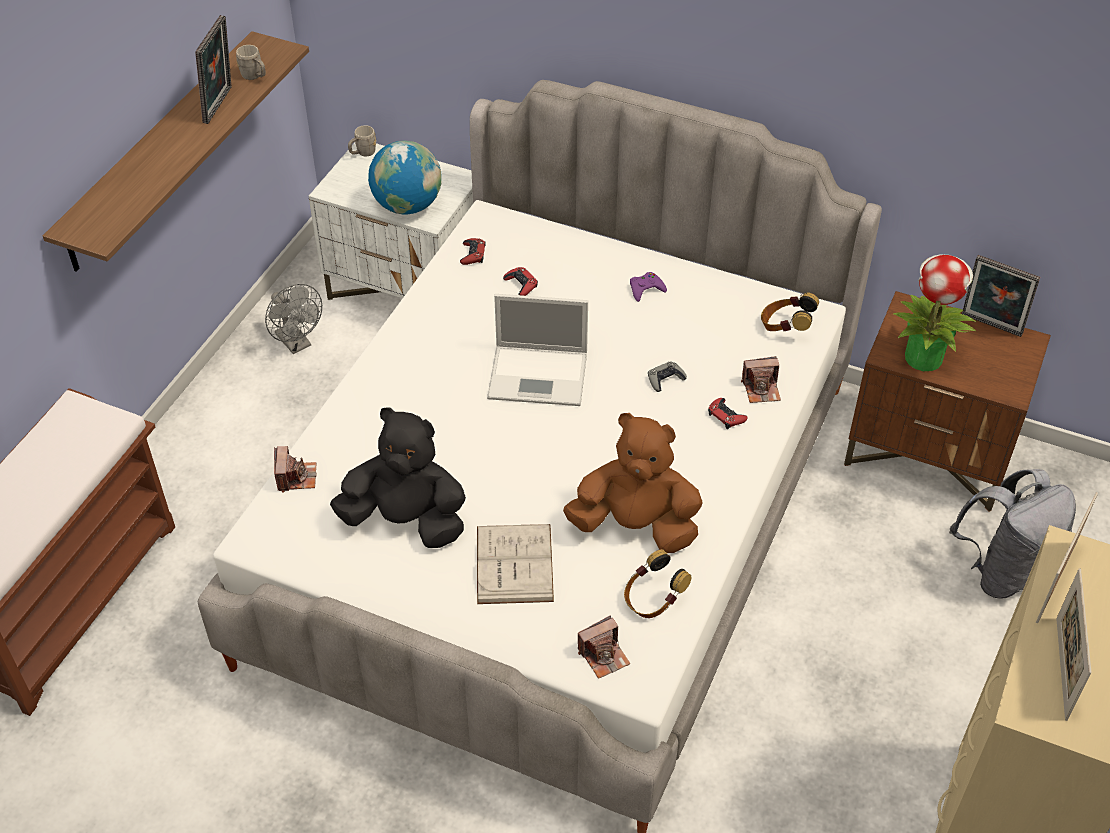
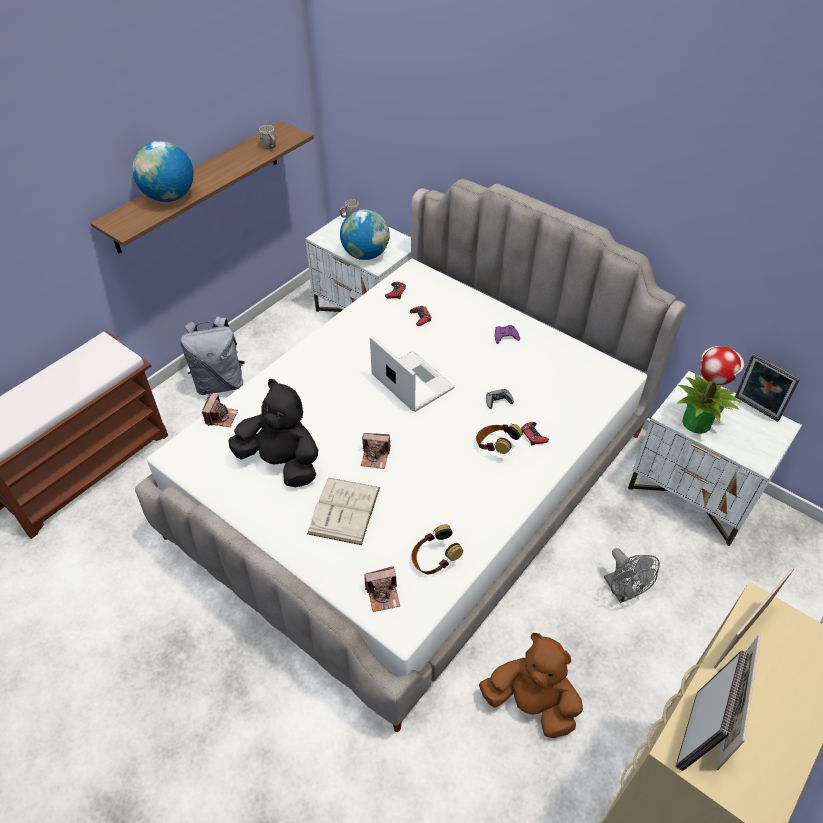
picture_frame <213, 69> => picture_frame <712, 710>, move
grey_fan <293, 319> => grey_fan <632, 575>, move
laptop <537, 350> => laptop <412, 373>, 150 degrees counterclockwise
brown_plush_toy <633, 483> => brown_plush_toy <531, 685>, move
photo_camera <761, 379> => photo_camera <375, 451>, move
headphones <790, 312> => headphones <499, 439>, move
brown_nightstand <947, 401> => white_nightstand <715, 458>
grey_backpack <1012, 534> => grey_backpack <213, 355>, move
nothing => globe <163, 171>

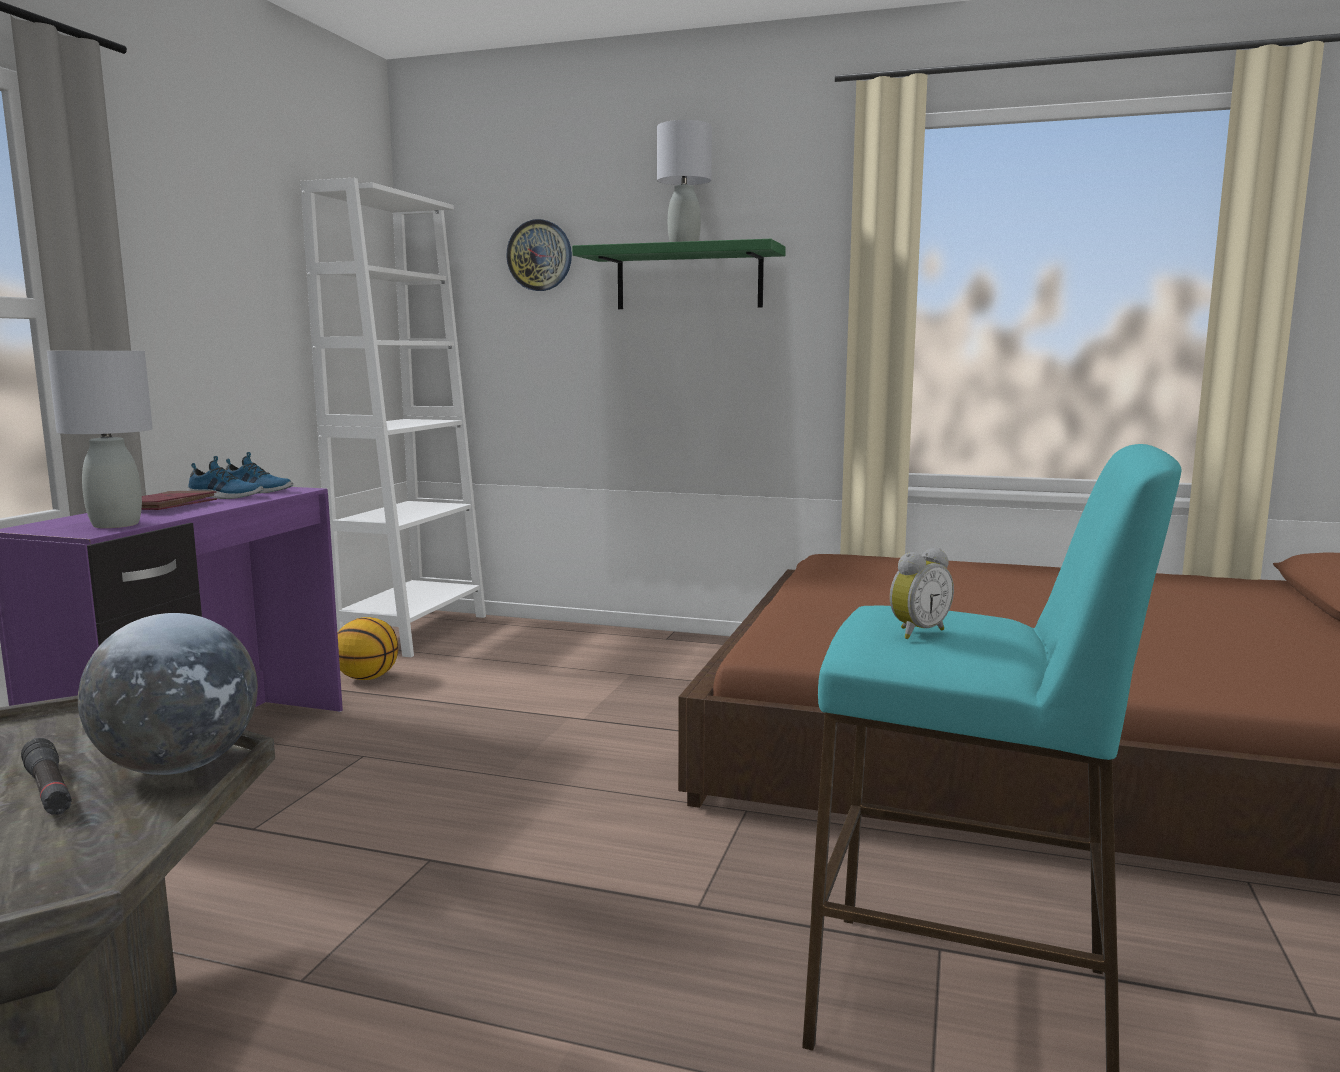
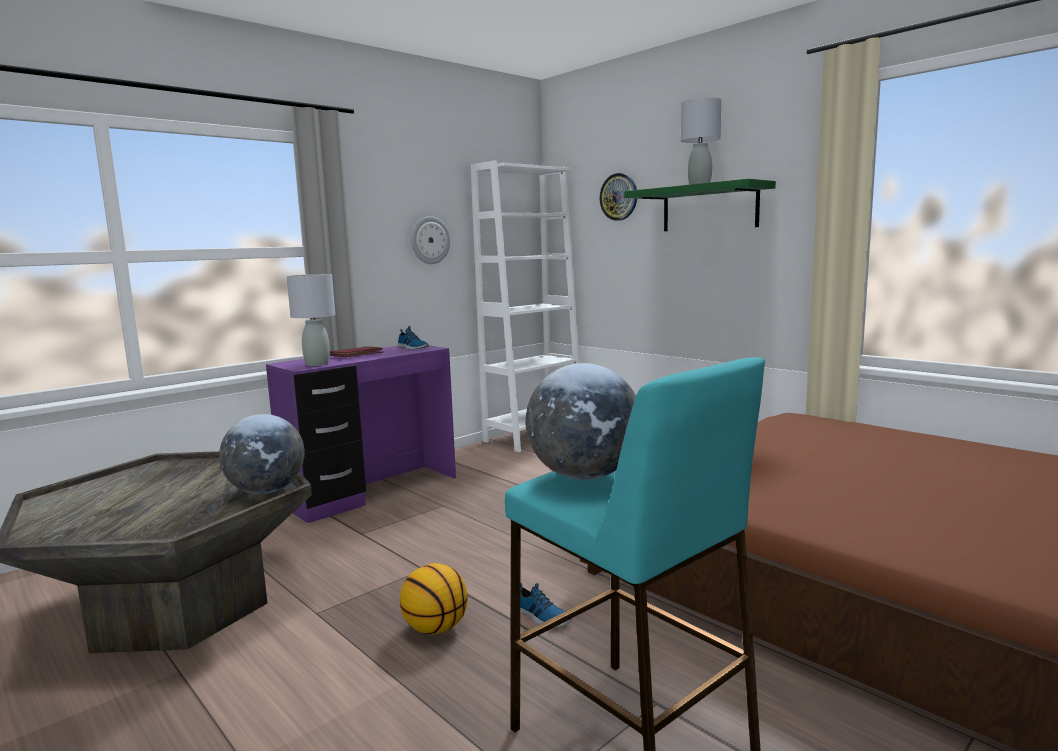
black_flashlight <46, 776> => nothing
shoe <225, 477> => shoe <546, 604>, move
basketball <368, 648> => basketball <434, 599>, move
alarm_clock <922, 593> => globe <580, 421>
nothing => wall_clock <430, 240>

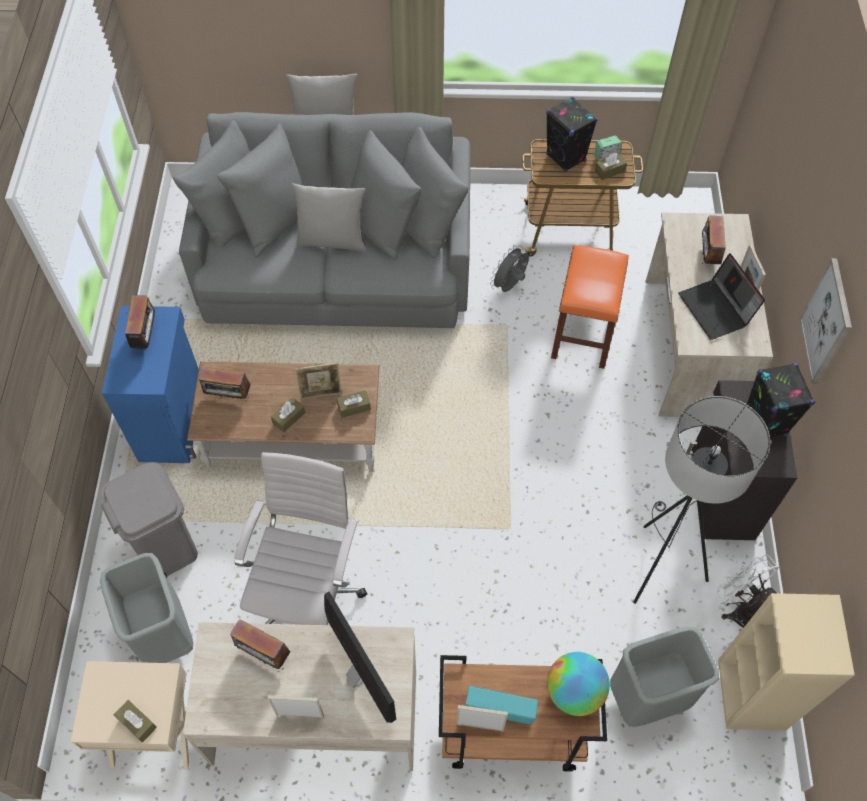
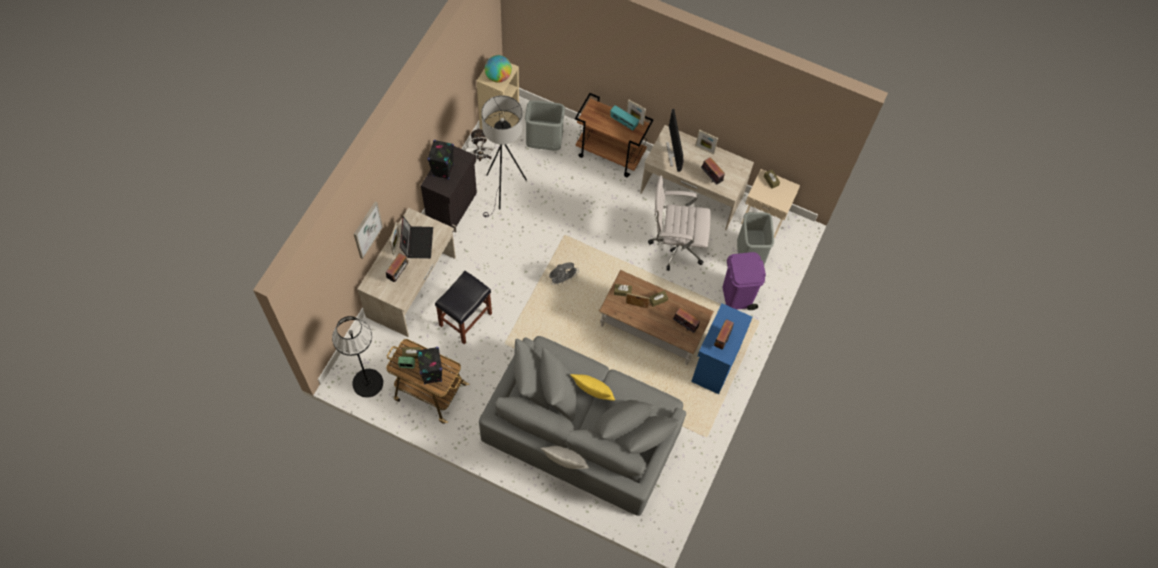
grey_trash_can <149, 520> => purple_trash_can <744, 281>
white_office_chair <300, 538> => white_office_chair <679, 223>, 60 degrees clockwise
grey_pillow <328, 217> => yellow_pillow <592, 387>
grey_fan <509, 268> => grey_fan <564, 273>, move
globe <578, 684> => globe <498, 69>, move
orange_stool <590, 307> => black_stool <463, 307>
picture <826, 321> => picture <368, 230>, move
nothing => black_floor_lamp <357, 357>

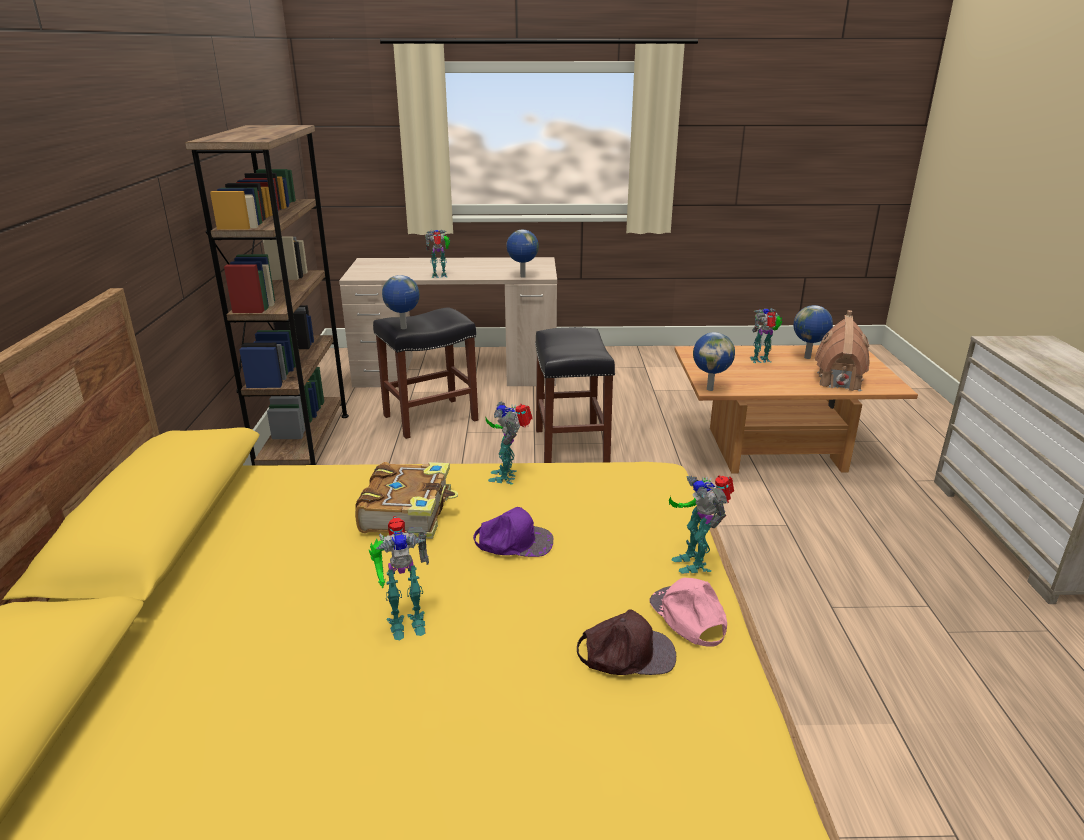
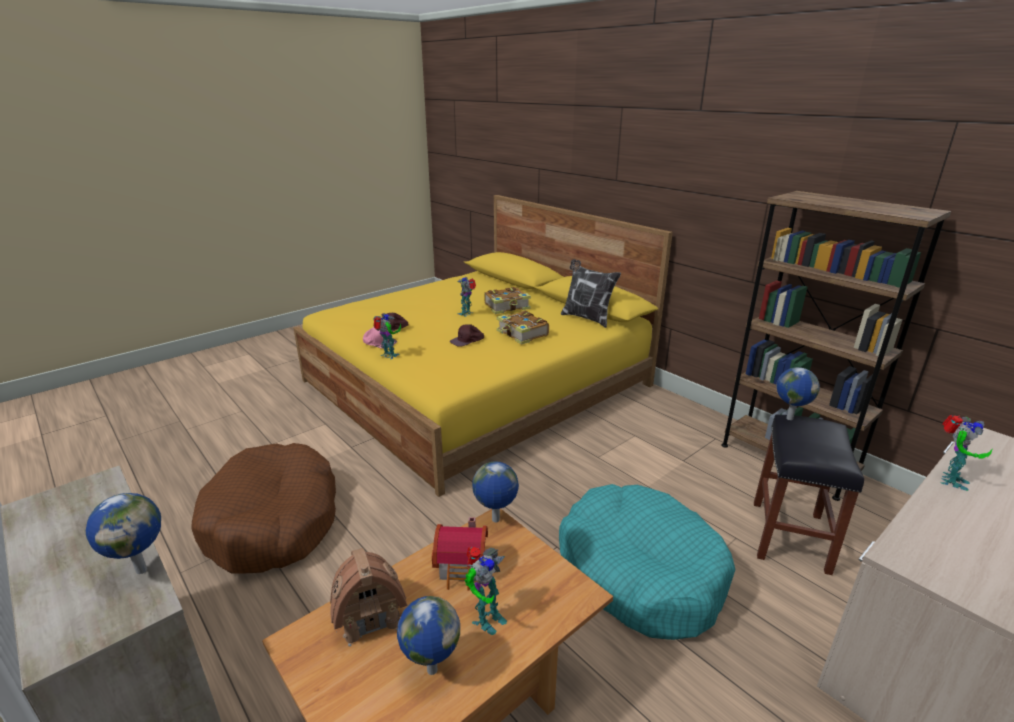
purple_cap <513, 532> => brown_cap <467, 335>
toy_robot <509, 443> => nothing
globe <522, 254> => globe <123, 533>, move
black_stool <575, 395> => turquoise_dog_bed <647, 562>
nothing => brown_dog_bed <263, 508>
nothing => toy_house <460, 554>
nothing => book <507, 300>
nothing => pillow <591, 293>

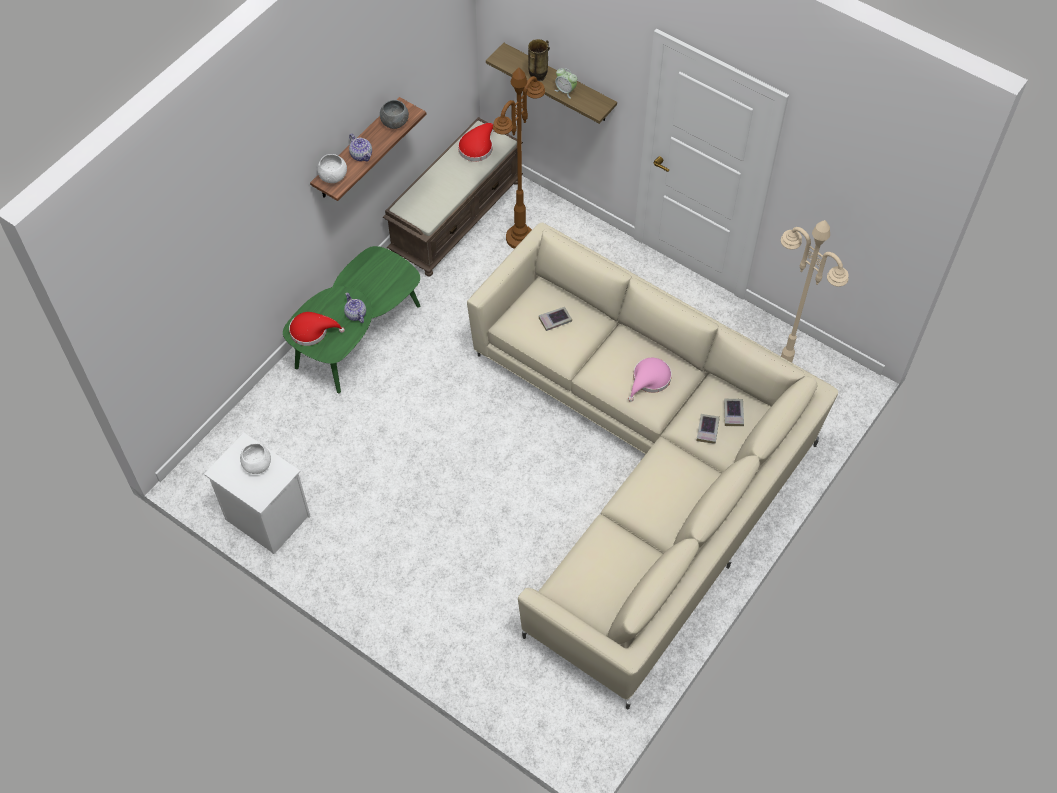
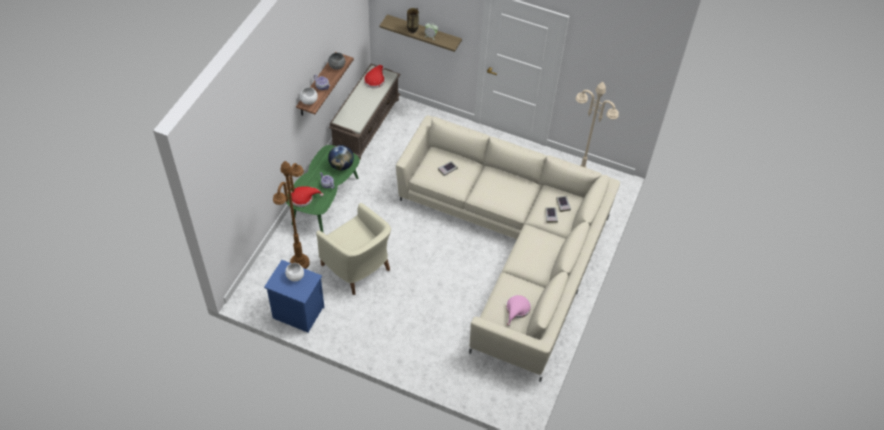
white_nightstand <257, 493> => blue_nightstand <294, 296>
brown_floor_lamp <519, 158> => brown_floor_lamp <291, 215>, move
pink_hat <650, 380> => pink_hat <518, 310>, move
nothing => beige_armchair <353, 249>
nothing => globe <341, 158>

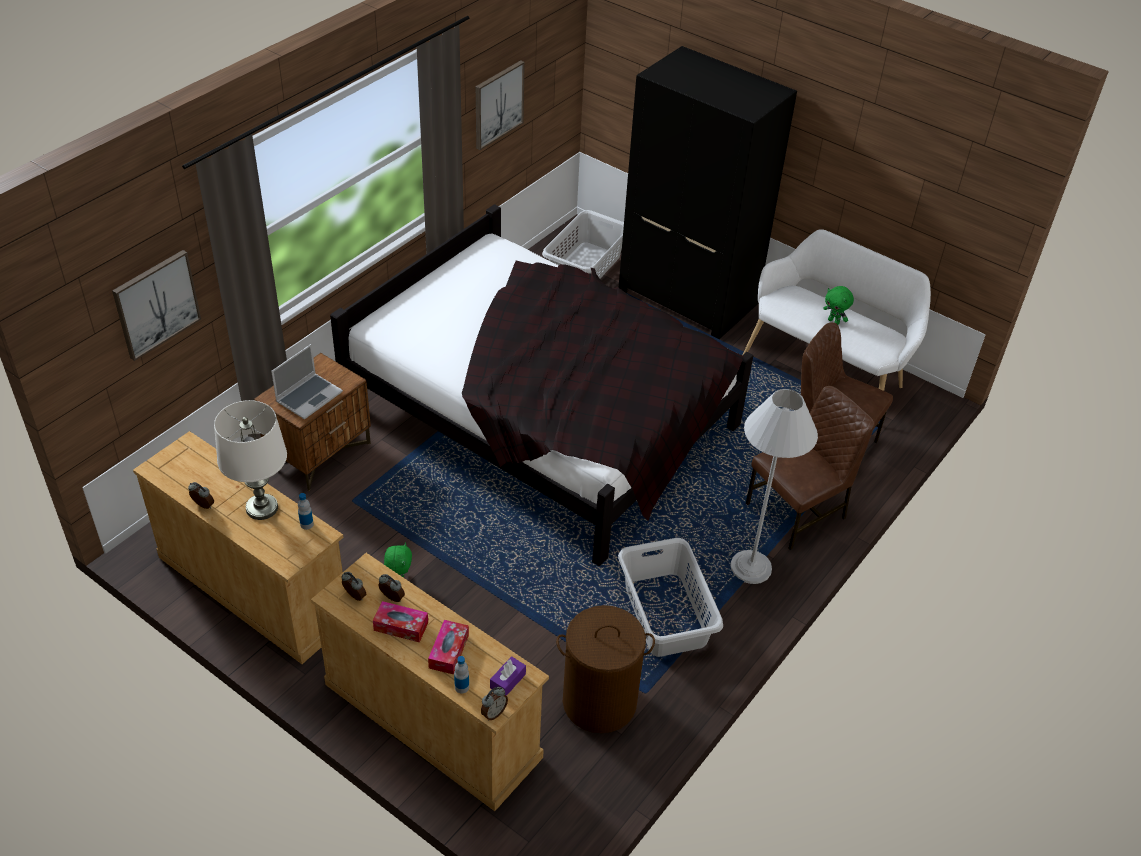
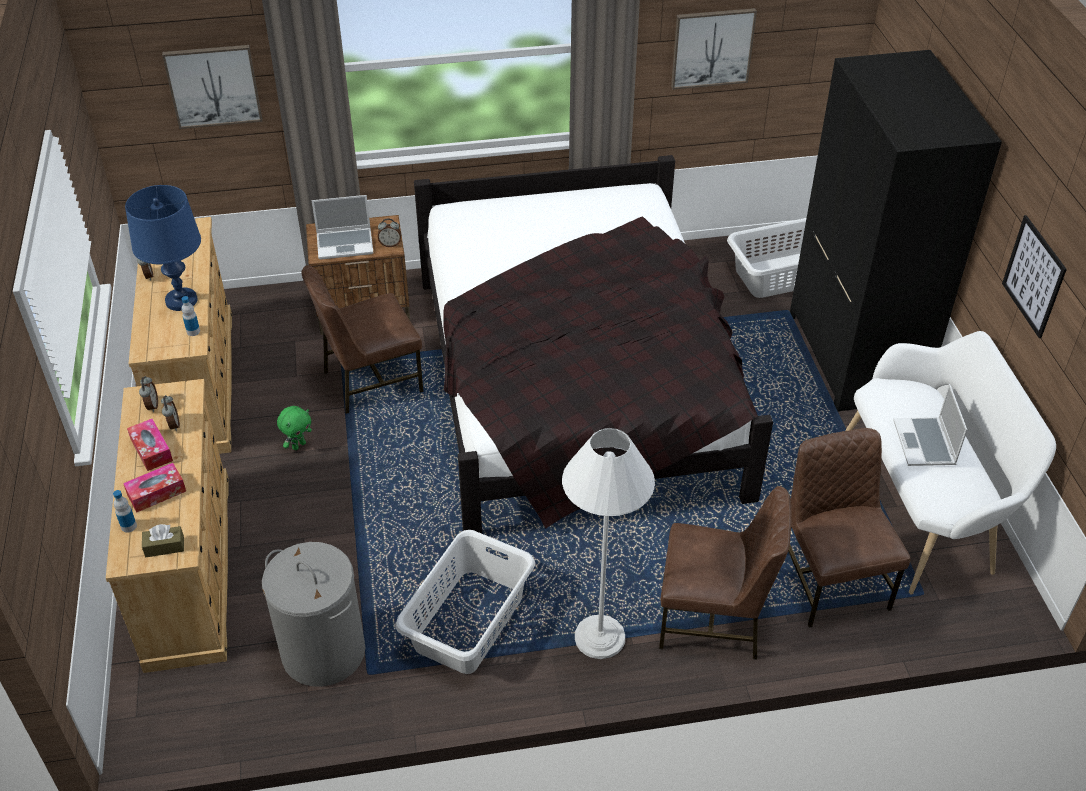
white_table_lamp <250, 460> => blue_table_lamp <163, 248>
alarm_clock <494, 704> => alarm_clock <389, 232>, move
purple_tissue_box <508, 676> => brown_tissue_box <163, 540>
brown_laundry_basket <605, 669> => grey_laundry_basket <313, 614>
green_plush_toy <838, 305> => laptop <930, 425>
nothing => brown_chair <362, 339>
nothing => picture <1034, 276>

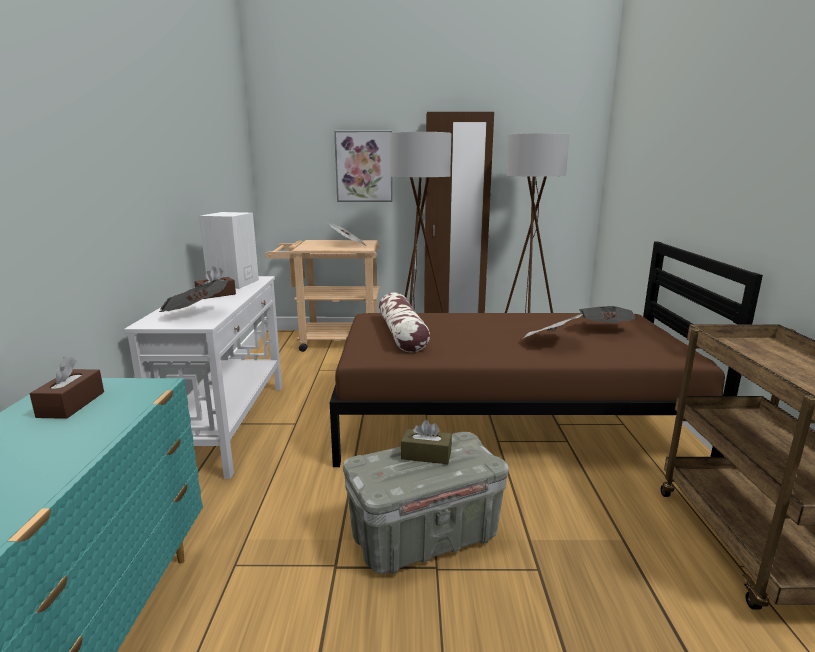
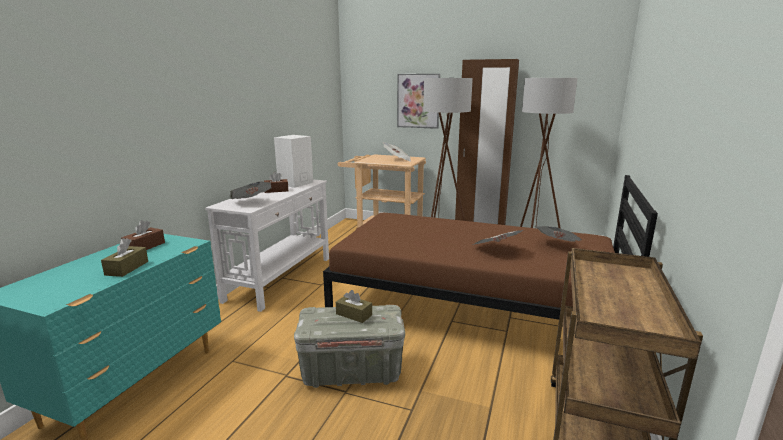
pillow <404, 322> => nothing
nothing => brown_tissue_box <124, 257>

